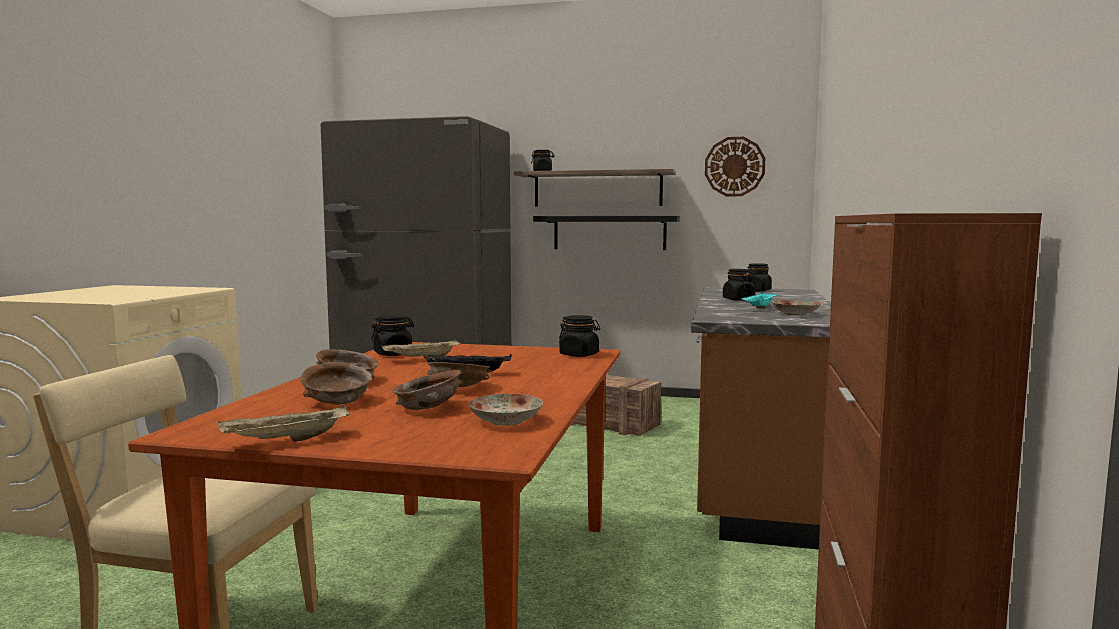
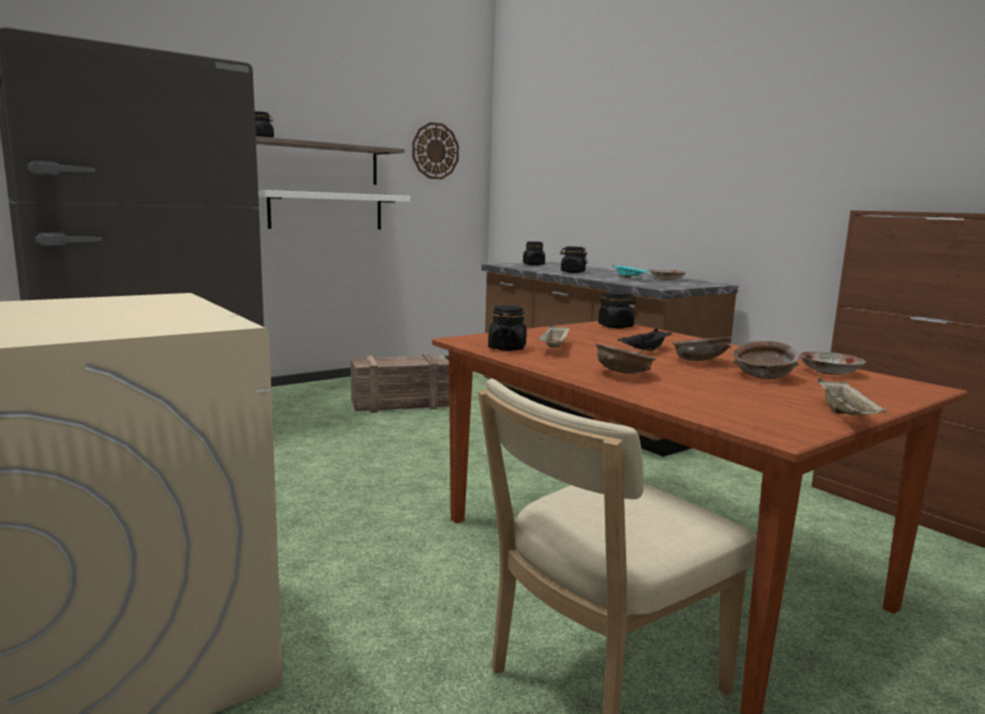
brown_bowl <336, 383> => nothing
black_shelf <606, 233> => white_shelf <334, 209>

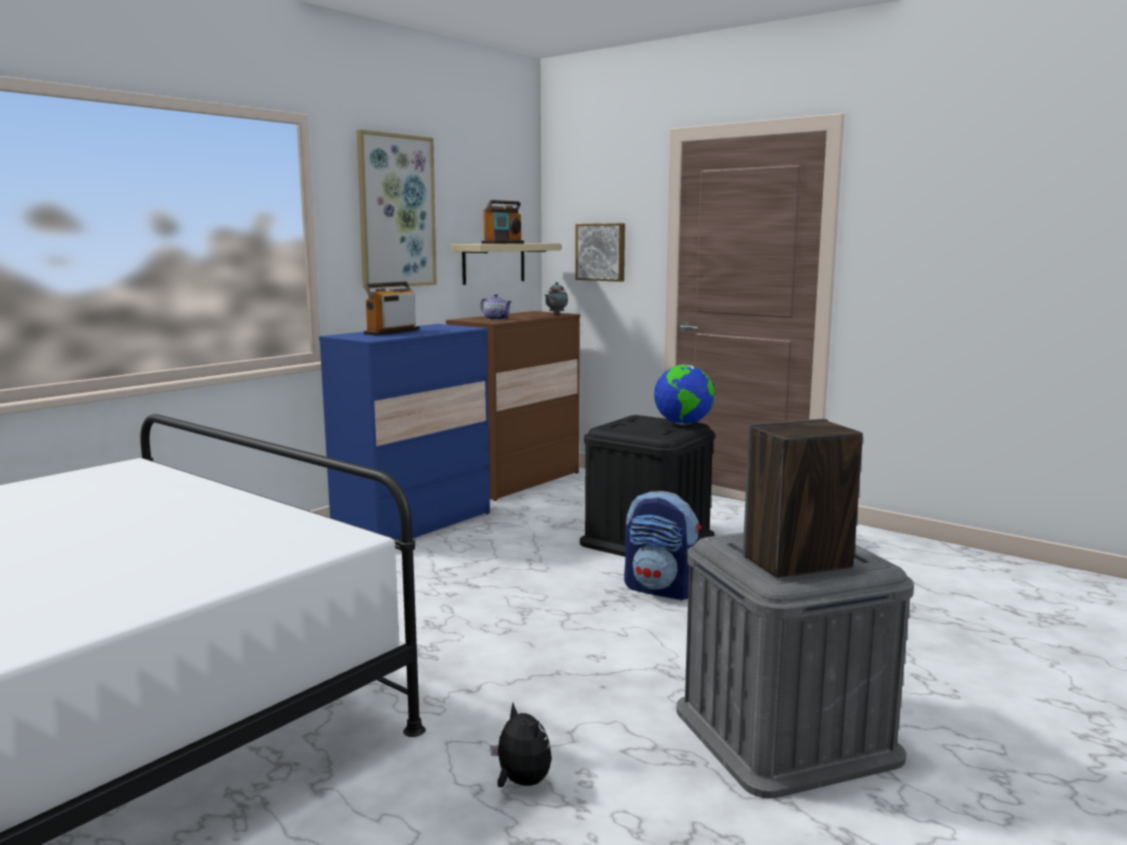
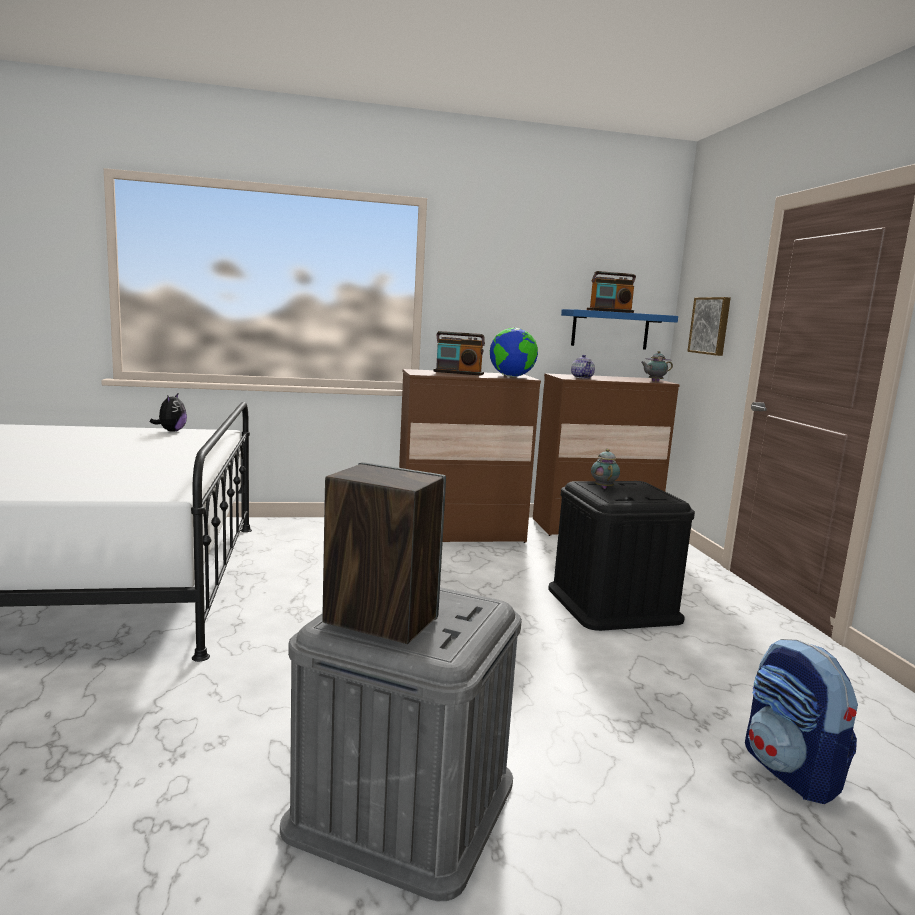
blue_dresser <404, 432> => brown_dresser <470, 456>
picture <397, 209> => nothing
radio <391, 308> => radio <459, 353>, 150 degrees counterclockwise
beige_shelf <506, 264> => blue_shelf <619, 329>
plush_toy <521, 745> => plush_toy <168, 412>, move
backpack <662, 546> => backpack <801, 721>, move
globe <684, 395> => globe <514, 352>, move
nothing => teapot <605, 469>

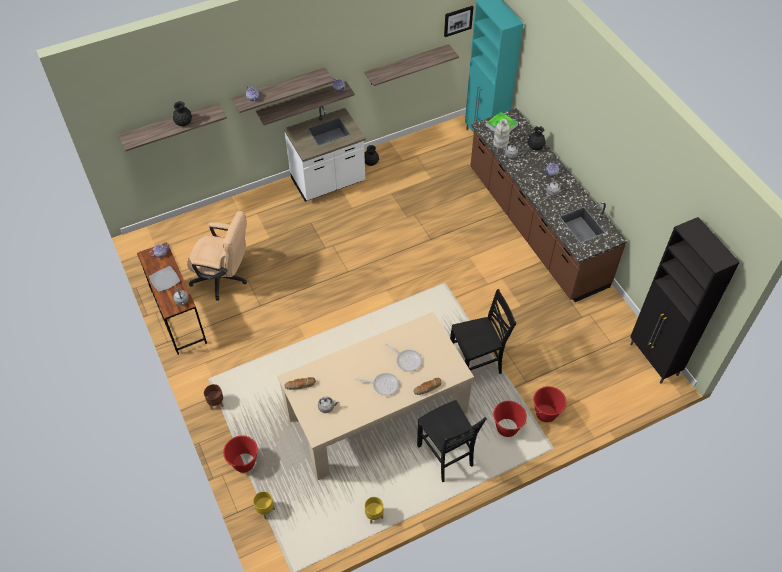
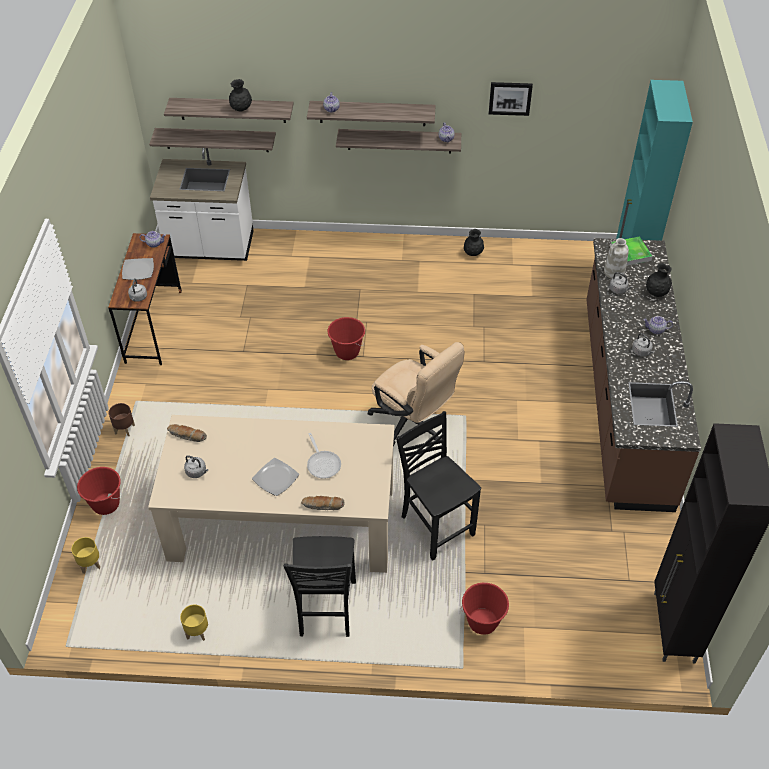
beige_office_chair <217, 256> => beige_office_chair <416, 394>, move
white_counter <324, 154> => white_counter <202, 204>, move
frying_pan <377, 384> => plate <275, 477>
shelf <411, 65> => shelf <212, 140>, move
picture <458, 21> => picture <511, 99>, move
black_chair <483, 331> => black_chair <438, 486>, 135 degrees counterclockwise
red_bucket <510, 419> => red_bucket <346, 338>, move

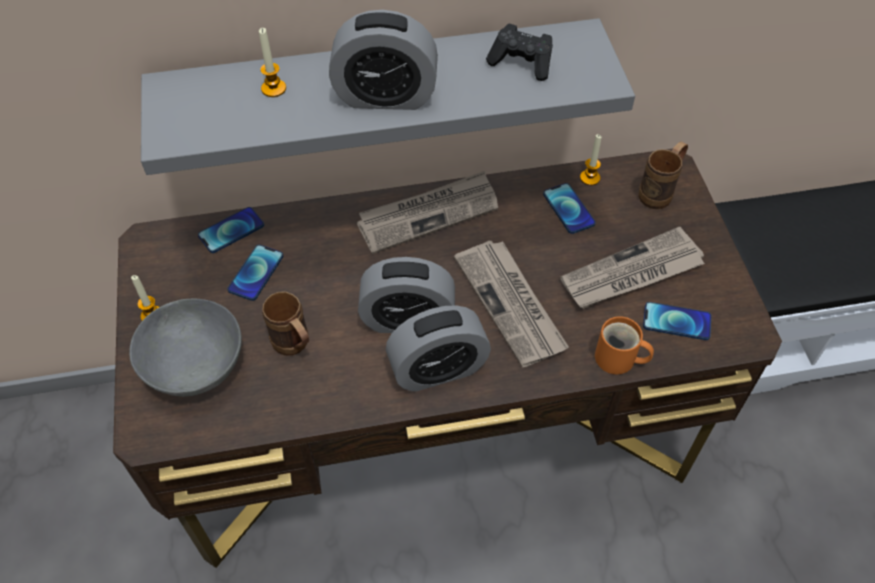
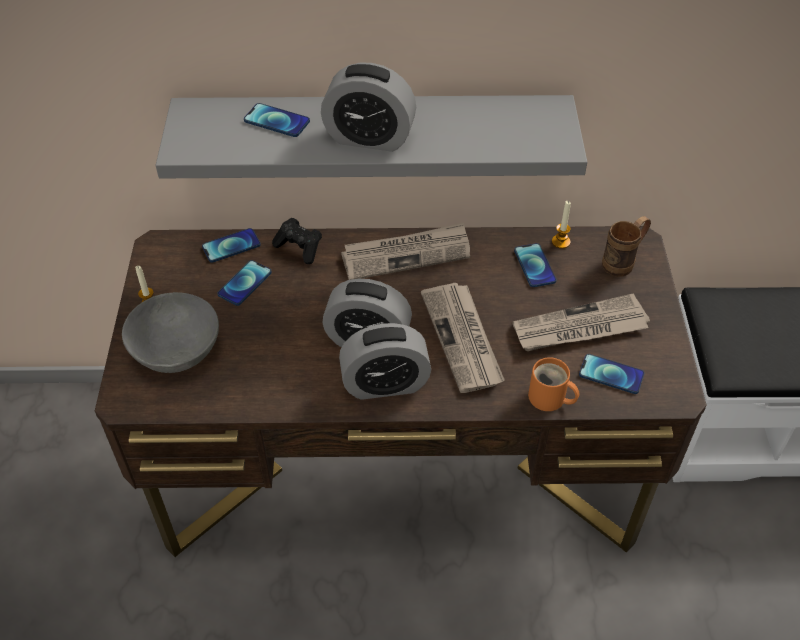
candle <272, 62> => phone <277, 120>
brown_mug <285, 323> => nothing
black_game_controller <519, 52> => black_game_controller <297, 241>, move

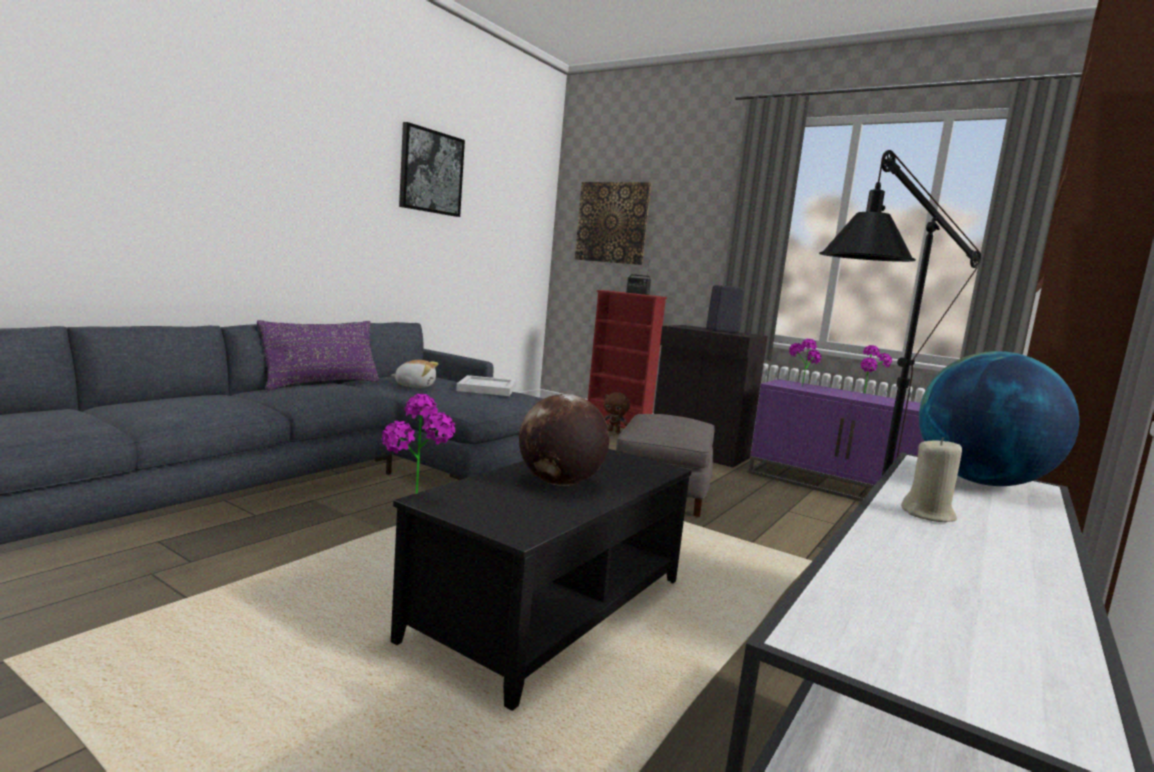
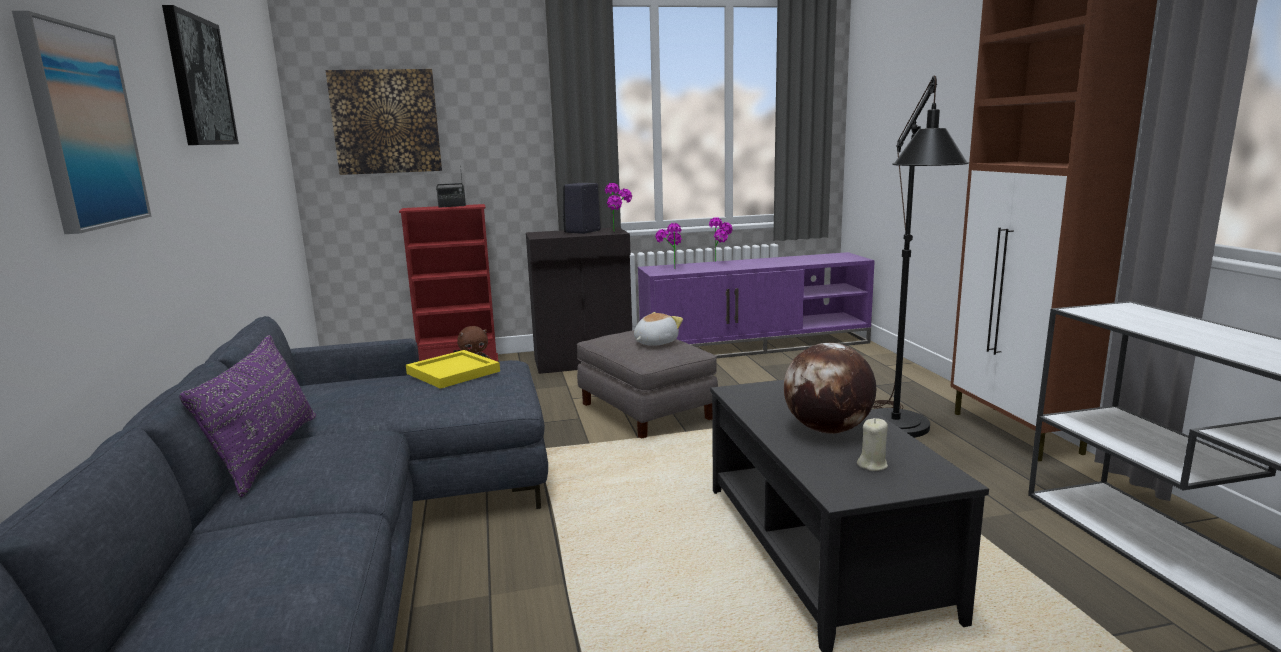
potted_plant <418, 444> => potted_plant <618, 207>, move
plush_toy <414, 374> => plush_toy <658, 329>, move
white_tray <486, 385> => yellow_tray <453, 369>
beige_candle <931, 479> => beige_candle <872, 444>, move
globe <999, 418> => nothing
nothing => picture <82, 122>

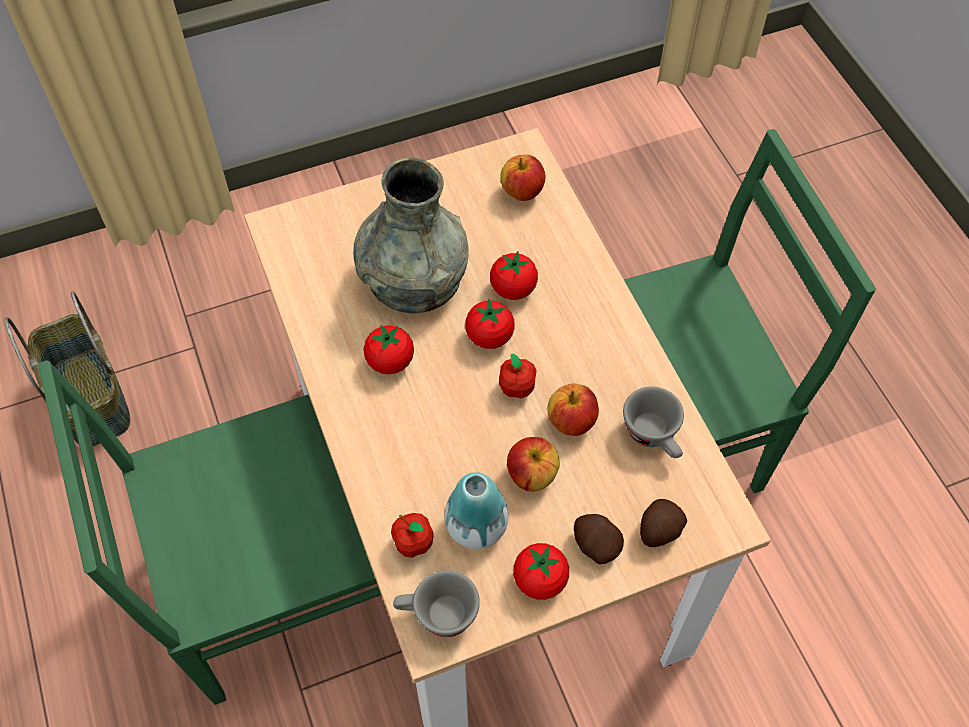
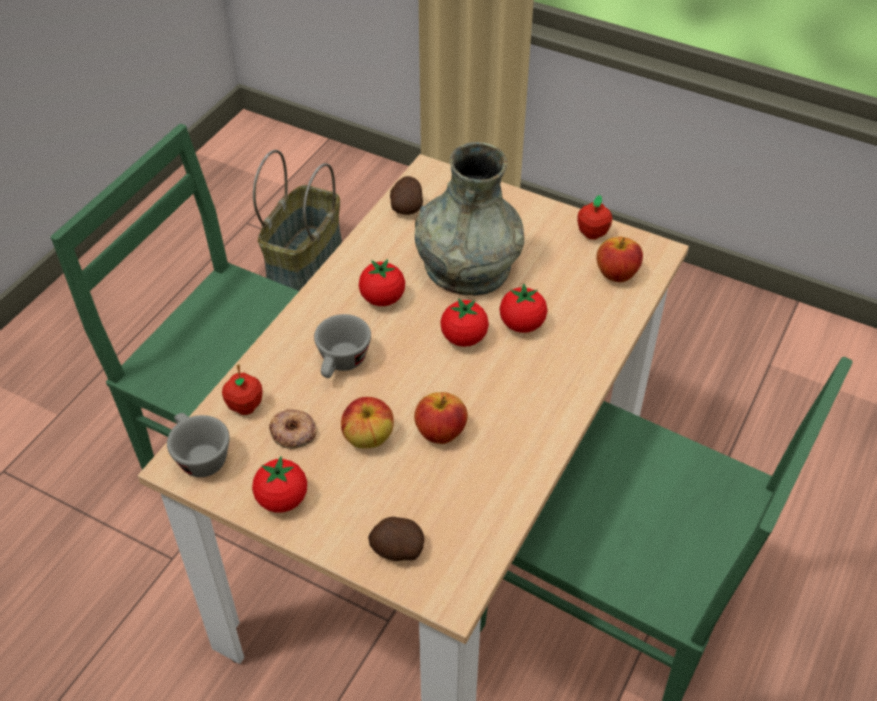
vase <477, 510> => donut <293, 429>
apple <518, 375> => apple <594, 217>, move
potato <599, 539> => potato <406, 195>, move
grey_cup <653, 422> => grey_cup <342, 346>, move

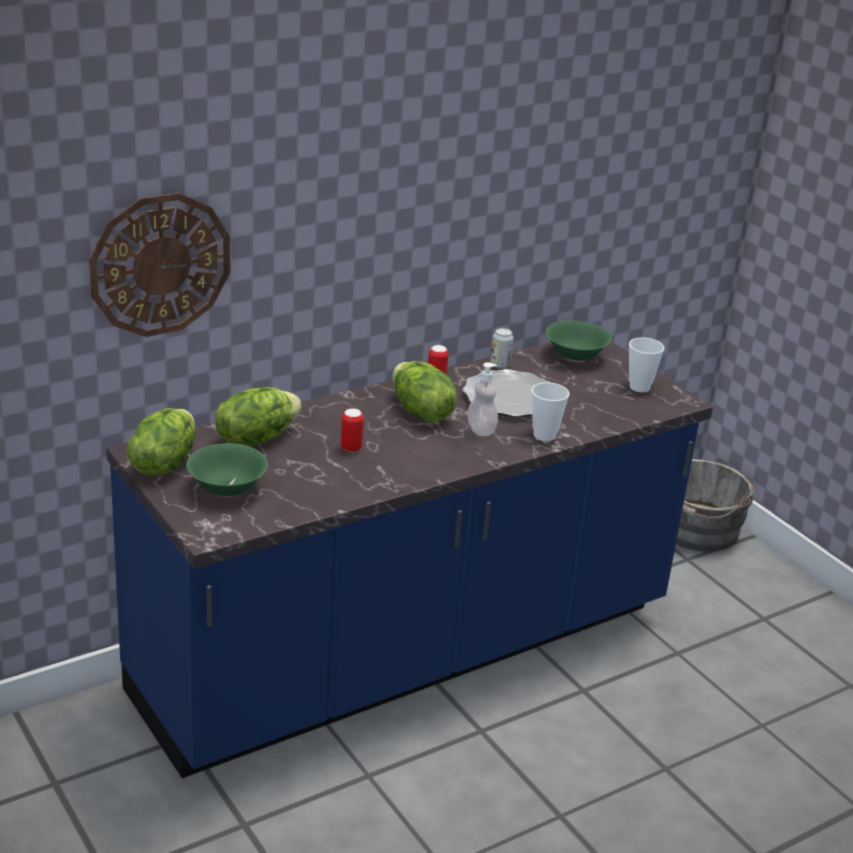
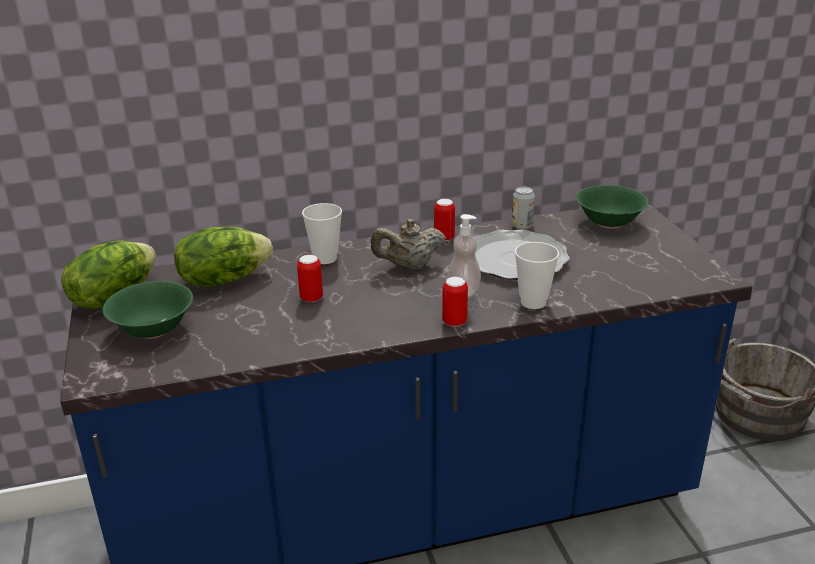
wall_clock <159, 265> => nothing
lettuce <425, 392> => beige_teapot <408, 244>
cup <647, 364> => cup <322, 233>, move
nothing => can <455, 302>

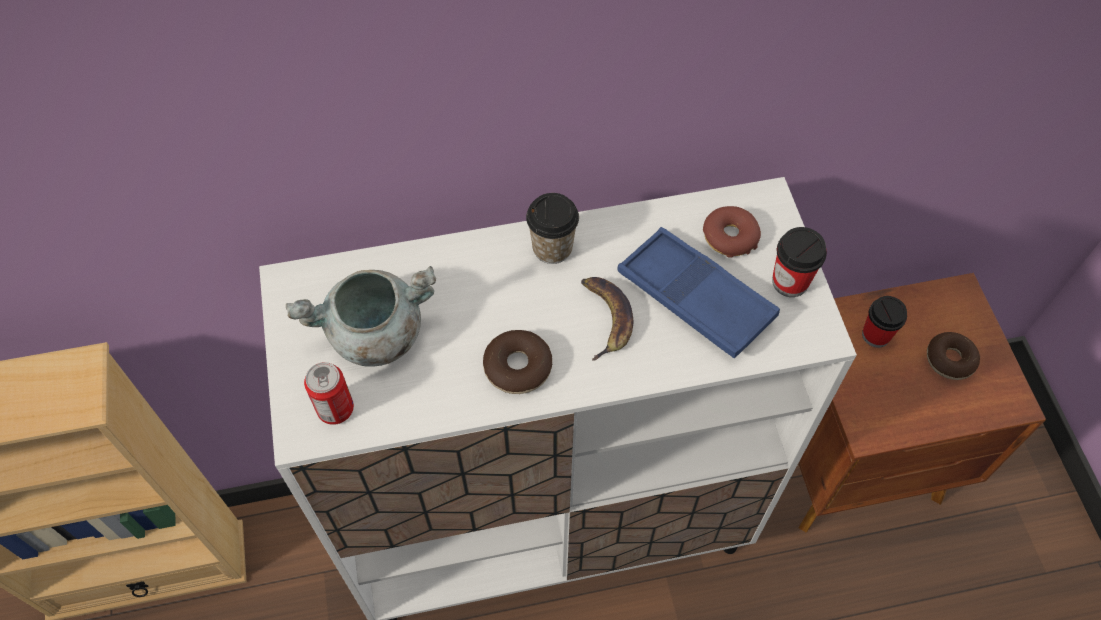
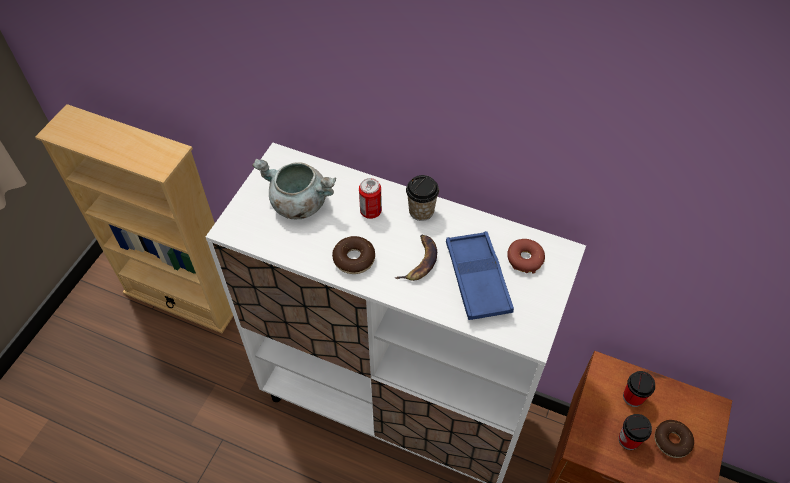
can <329, 393> => can <370, 198>, move
cup <799, 262> => cup <635, 432>, move

